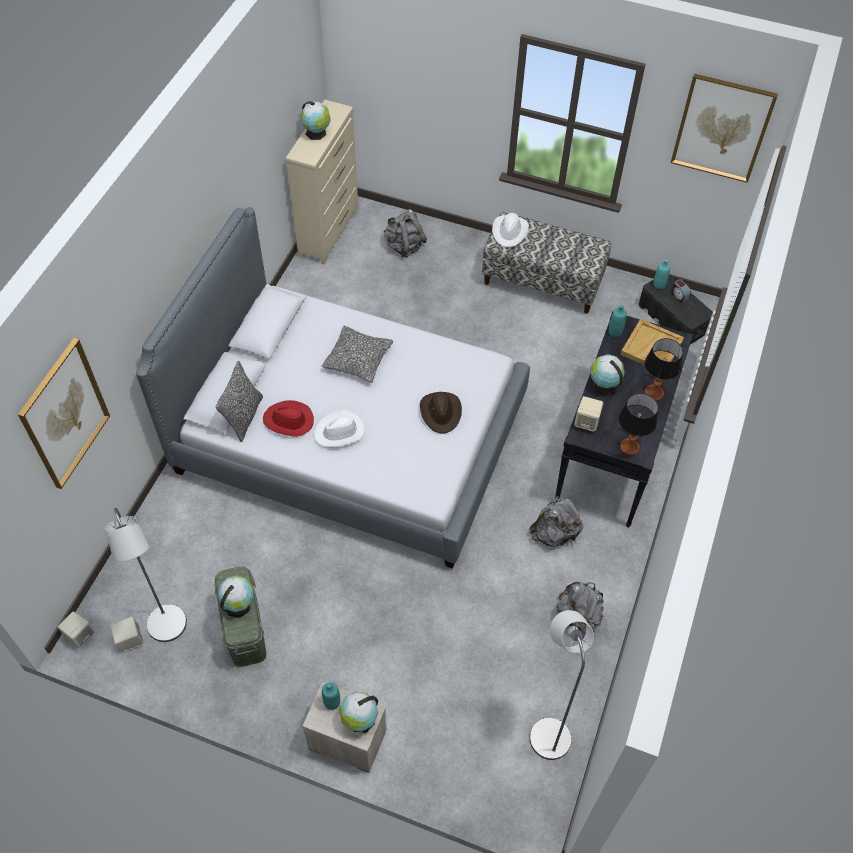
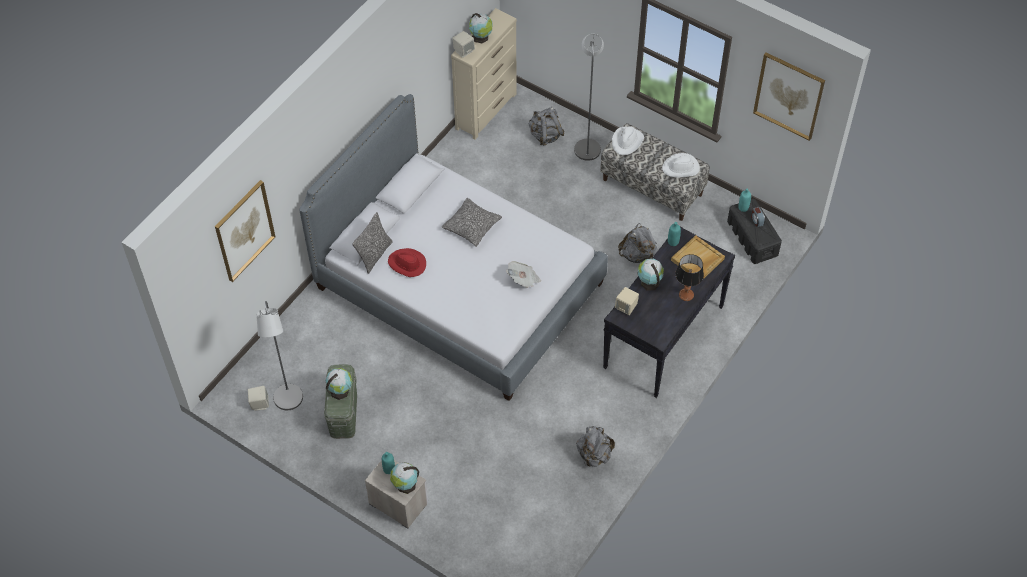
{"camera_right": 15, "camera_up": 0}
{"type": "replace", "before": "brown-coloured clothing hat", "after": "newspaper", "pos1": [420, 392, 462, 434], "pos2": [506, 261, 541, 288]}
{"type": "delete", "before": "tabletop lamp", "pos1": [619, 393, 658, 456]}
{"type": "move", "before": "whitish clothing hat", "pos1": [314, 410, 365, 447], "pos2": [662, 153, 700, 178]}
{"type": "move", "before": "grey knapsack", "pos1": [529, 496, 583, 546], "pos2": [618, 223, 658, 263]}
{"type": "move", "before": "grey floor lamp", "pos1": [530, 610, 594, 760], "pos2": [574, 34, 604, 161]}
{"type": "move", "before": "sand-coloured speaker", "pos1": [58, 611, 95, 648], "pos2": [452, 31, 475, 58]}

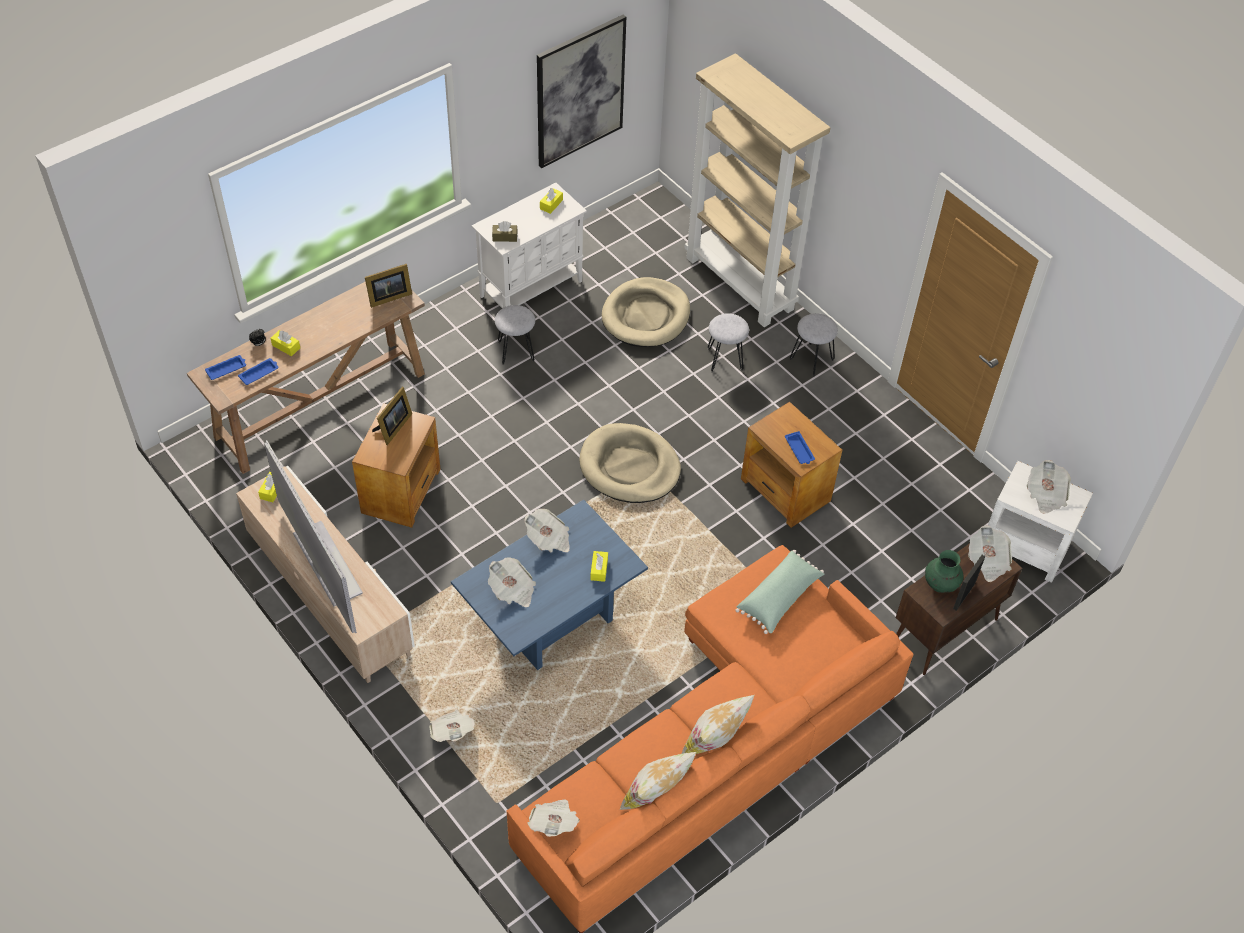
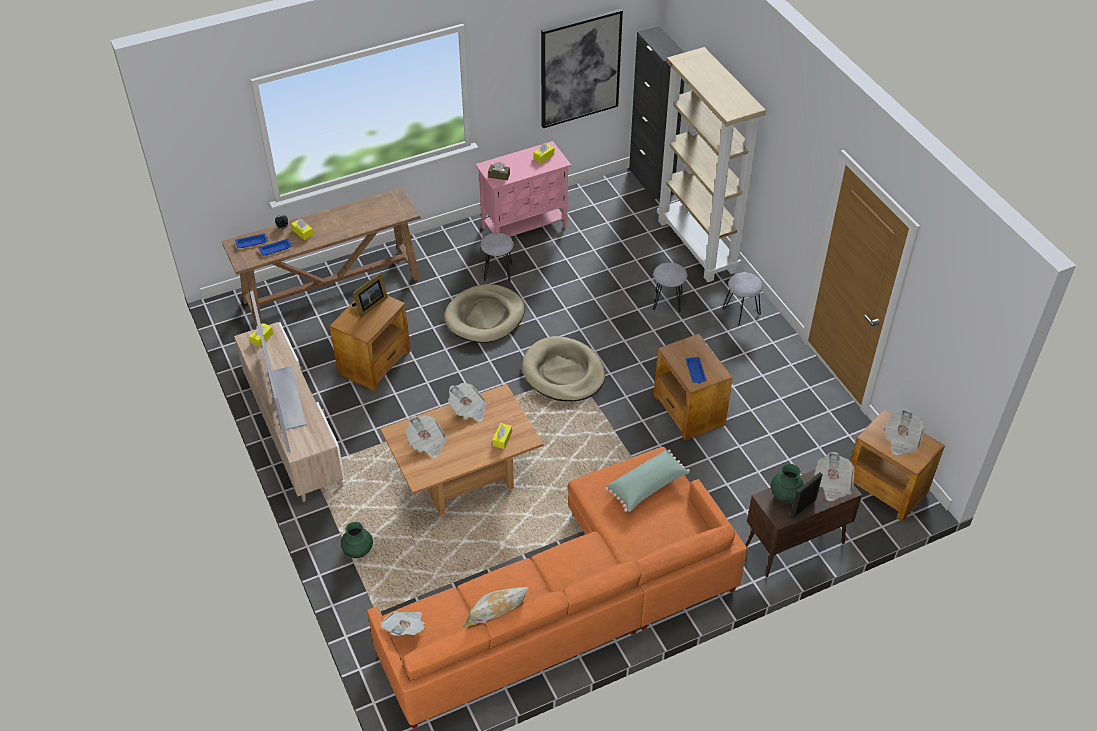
{"camera_right": 15, "camera_up": -5}
{"type": "recolor", "before": "whitish cupboard", "after": "pink-coloured cupboard", "pos1": [472, 183, 587, 308], "pos2": [476, 141, 571, 237]}
{"type": "delete", "before": "photo frame", "pos1": [365, 264, 412, 308]}
{"type": "move", "before": "sand-coloured dog bed", "pos1": [602, 277, 690, 347], "pos2": [444, 284, 525, 343]}
{"type": "recolor", "before": "whitish accent table", "after": "brown-coloured accent table", "pos1": [988, 461, 1093, 583], "pos2": [851, 409, 945, 522]}
{"type": "recolor", "before": "bluish coffee table", "after": "brown-coloured coffee table", "pos1": [451, 499, 648, 670], "pos2": [380, 384, 543, 516]}
{"type": "delete", "before": "pillow", "pos1": [682, 695, 755, 754]}
{"type": "replace", "before": "newspaper", "after": "green-coloured flower vase", "pos1": [429, 709, 475, 742], "pos2": [341, 522, 373, 558]}
{"type": "insert", "after": "blackish cupboard", "pos2": [629, 26, 685, 200]}

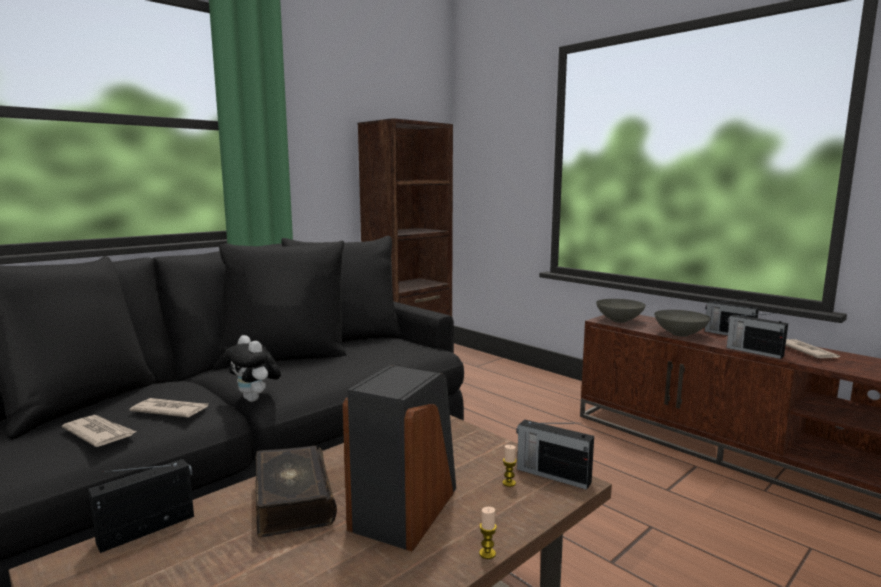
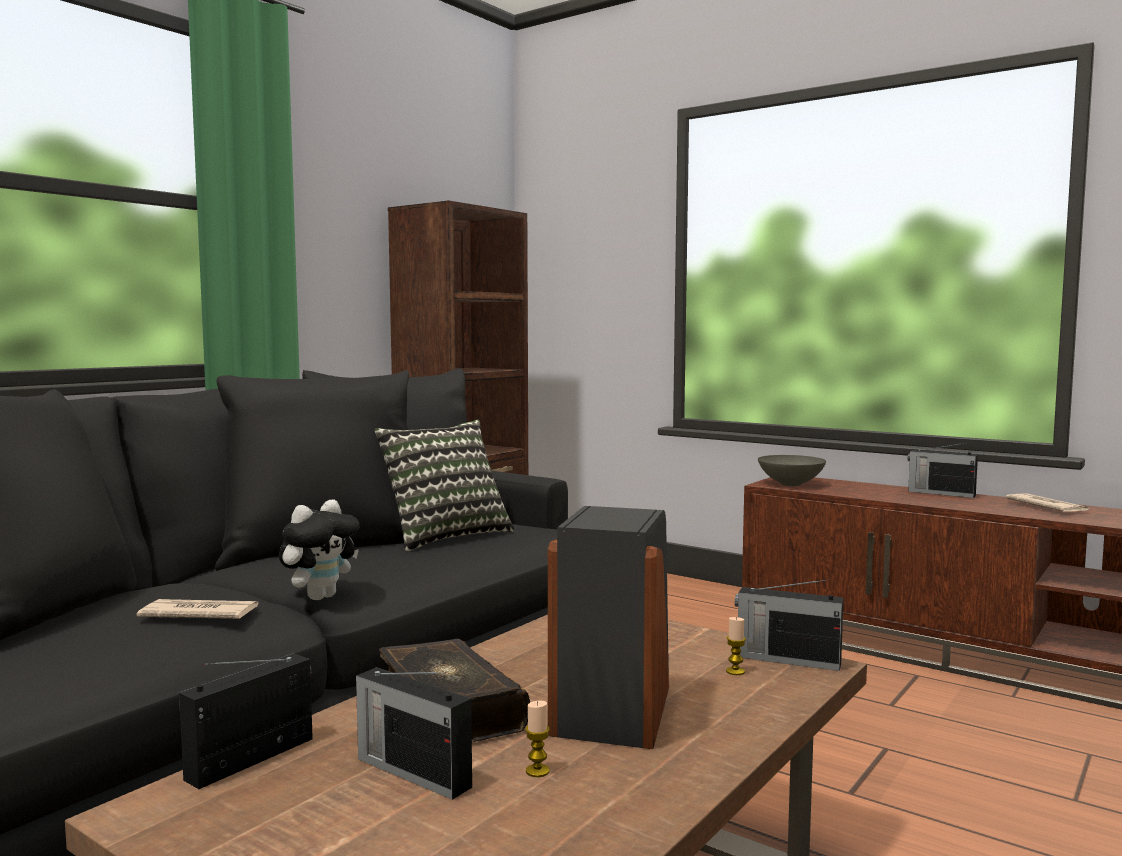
{"camera_right": -10, "camera_up": -5}
{"type": "delete", "before": "grey bowl", "pos1": [654, 310, 711, 337]}
{"type": "move", "before": "radio receiver", "pos1": [726, 313, 788, 359], "pos2": [356, 667, 472, 800]}
{"type": "rotate", "before": "cuddly toy", "pos1": [224, 335, 281, 402], "pos2": [279, 500, 360, 600], "turn": -90}
{"type": "delete", "before": "newspaper", "pos1": [62, 415, 136, 447]}
{"type": "move", "before": "wax candle", "pos1": [479, 507, 497, 559], "pos2": [525, 700, 550, 777]}
{"type": "insert", "after": "pillow", "pos2": [374, 419, 515, 552]}

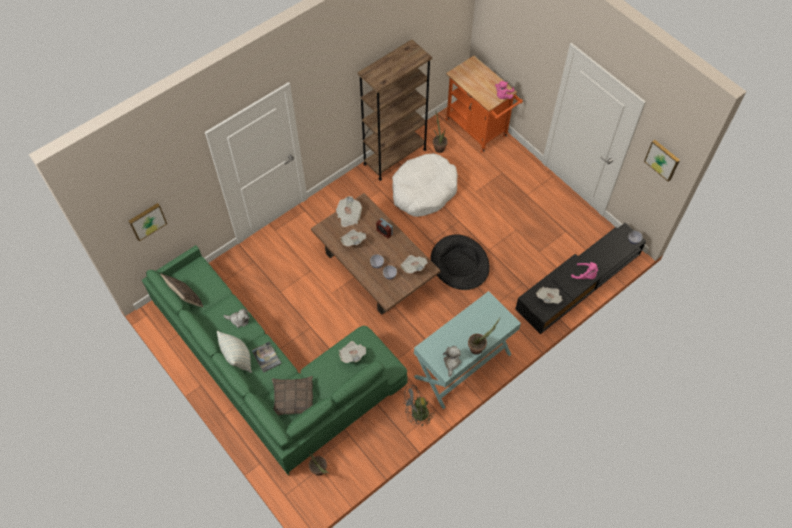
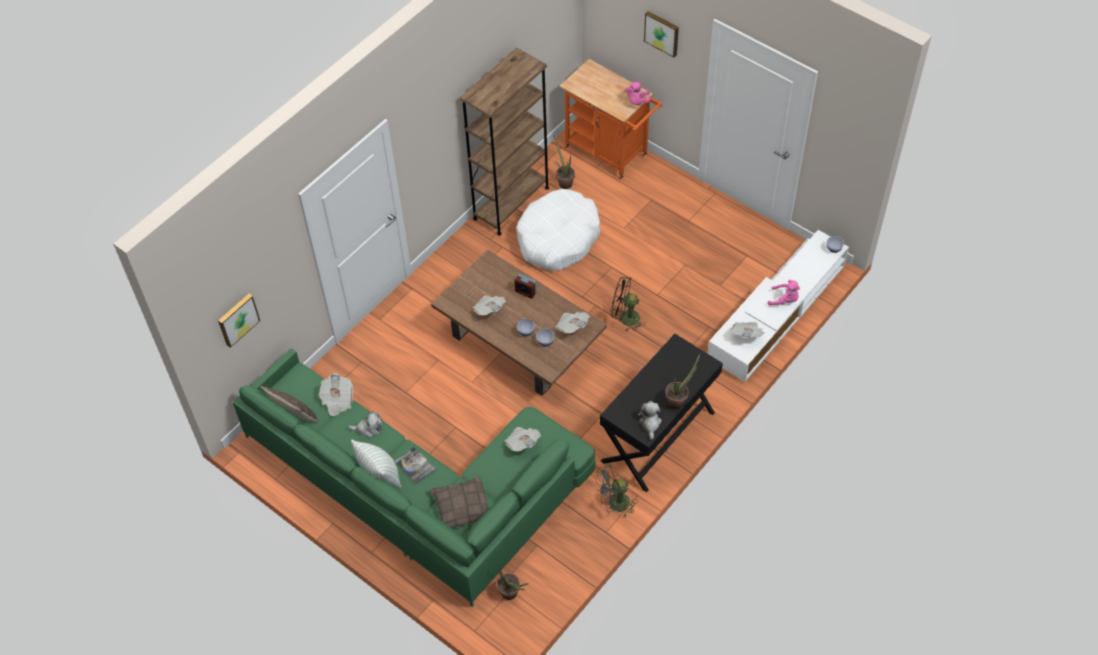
{"camera_right": -10, "camera_up": -5}
{"type": "move", "before": "wall picture", "pos1": [644, 140, 680, 182], "pos2": [644, 11, 679, 57]}
{"type": "move", "before": "newspaper", "pos1": [336, 196, 362, 227], "pos2": [319, 373, 354, 416]}
{"type": "recolor", "before": "blackish media console", "after": "whitish media console", "pos1": [515, 223, 646, 334], "pos2": [707, 230, 849, 382]}
{"type": "replace", "before": "blackish dog bed", "after": "blackish cooling fan", "pos1": [431, 234, 490, 290], "pos2": [611, 277, 645, 331]}
{"type": "recolor", "before": "blue-green narrow table", "after": "blackish narrow table", "pos1": [414, 291, 521, 409], "pos2": [600, 334, 723, 492]}

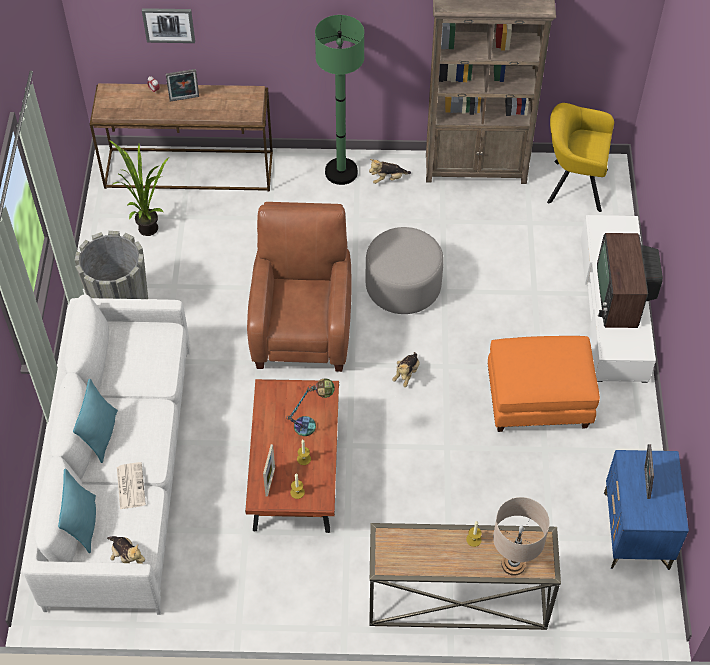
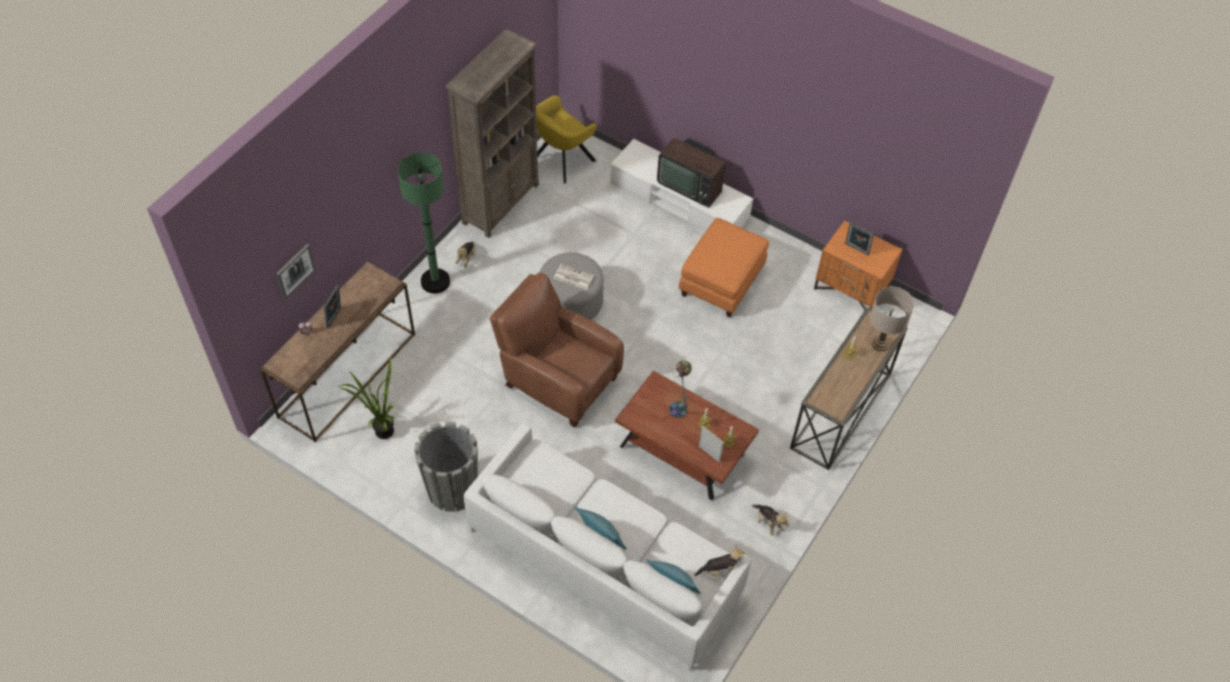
{"camera_right": -60, "camera_up": 0}
{"type": "move", "before": "cuddly toy", "pos1": [392, 352, 420, 387], "pos2": [752, 505, 789, 536]}
{"type": "recolor", "before": "bluish night table", "after": "orange night table", "pos1": [604, 450, 689, 570], "pos2": [814, 221, 903, 310]}
{"type": "move", "before": "newspaper", "pos1": [117, 462, 146, 509], "pos2": [554, 264, 594, 290]}

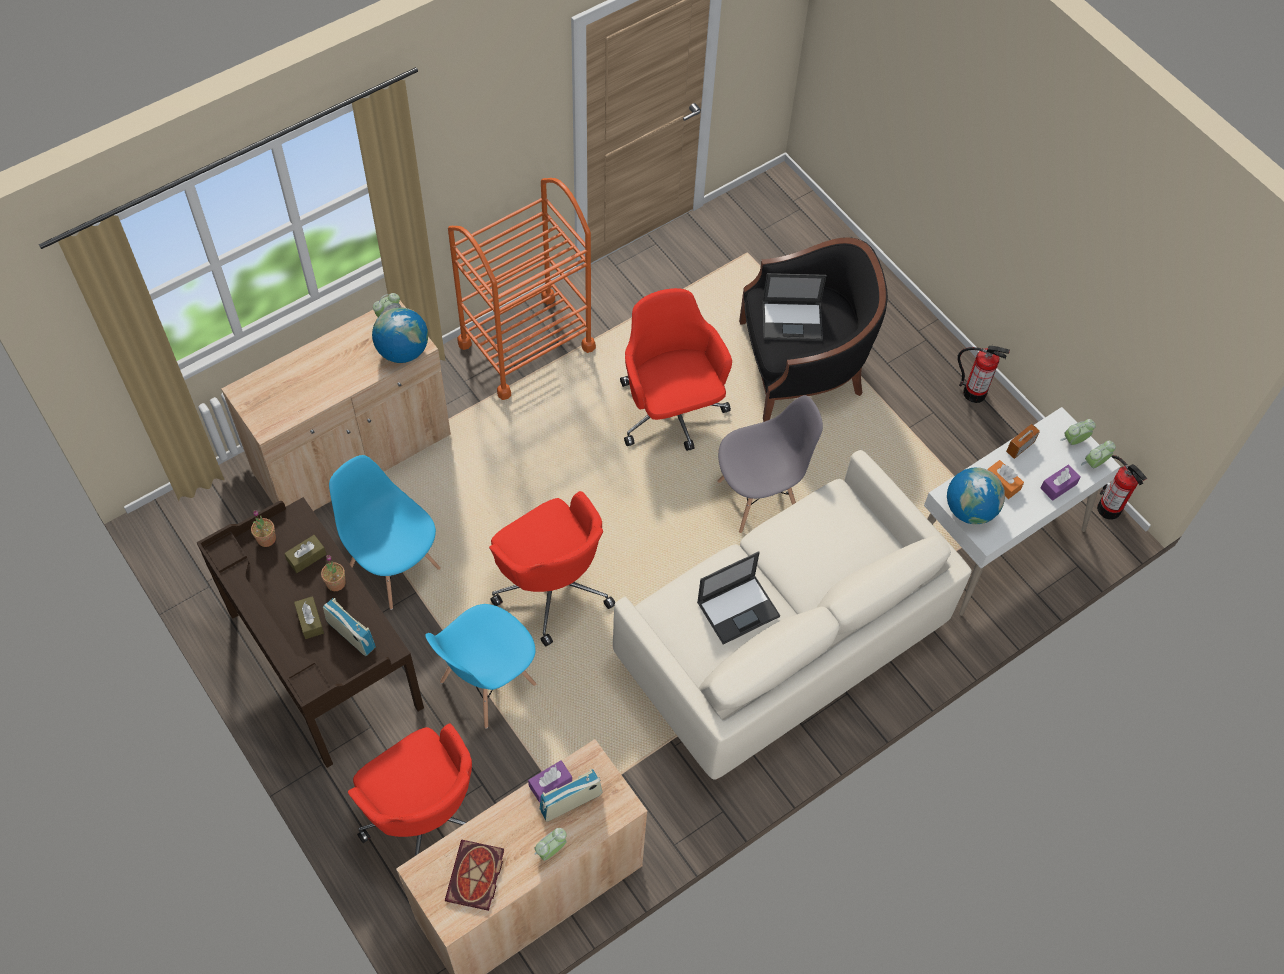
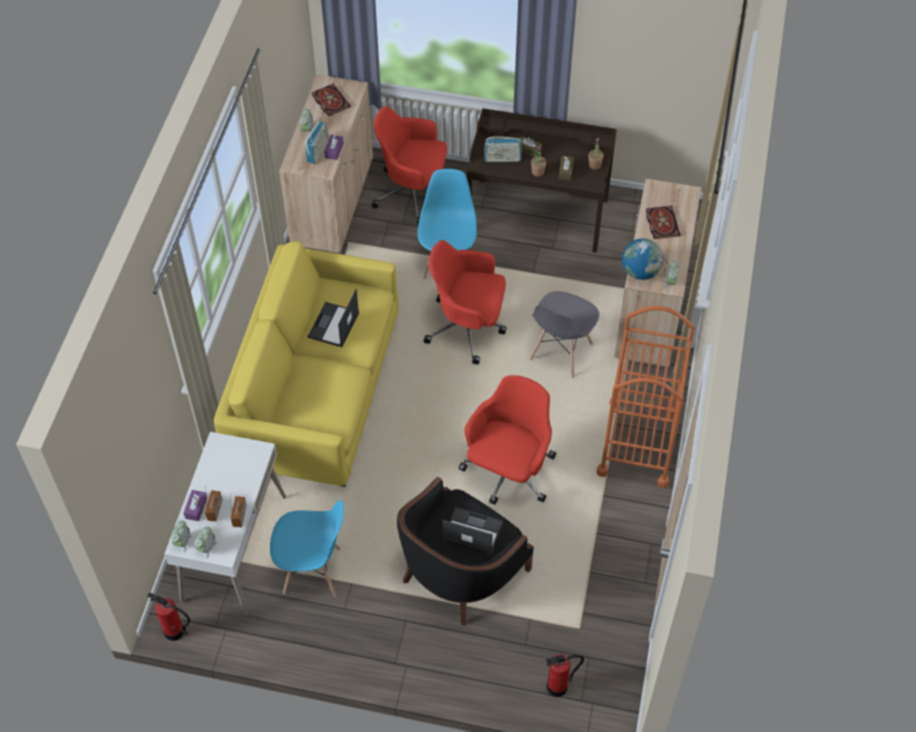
{"camera_right": 140, "camera_up": -5}
{"type": "rotate", "before": "laptop", "pos1": [762, 273, 826, 341], "pos2": [443, 507, 503, 555], "turn": 60}
{"type": "rotate", "before": "reddish desk chair", "pos1": [620, 288, 732, 451], "pos2": [459, 375, 556, 505], "turn": -90}
{"type": "move", "before": "extinguisher", "pos1": [958, 346, 1010, 403], "pos2": [546, 654, 584, 697]}
{"type": "move", "before": "grey upright chair", "pos1": [717, 395, 823, 533], "pos2": [529, 291, 599, 378]}
{"type": "recolor", "before": "whitish sofa", "after": "yellowish sofa", "pos1": [613, 450, 972, 780], "pos2": [214, 241, 399, 487]}
{"type": "move", "before": "bluish upright chair", "pos1": [329, 455, 441, 610], "pos2": [270, 500, 344, 596]}
{"type": "delete", "before": "orange tissue holder", "pos1": [987, 460, 1024, 499]}
{"type": "delete", "before": "world globe", "pos1": [947, 468, 1005, 524]}
{"type": "insert", "after": "book", "pos2": [646, 206, 681, 239]}
{"type": "insert", "after": "radio receiver", "pos2": [205, 487, 222, 522]}

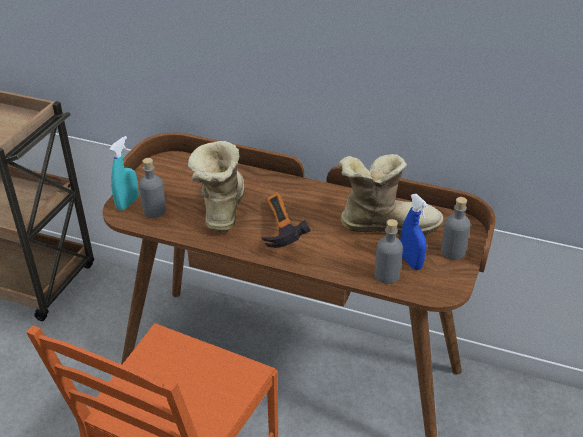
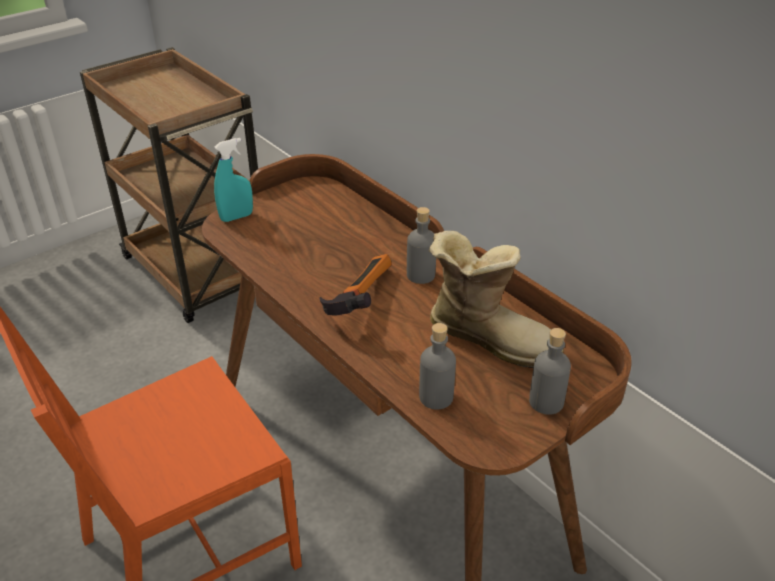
{"camera_right": 30, "camera_up": 0}
{"type": "delete", "before": "high-top boot", "pos1": [188, 141, 244, 232]}
{"type": "move", "before": "grey bottle", "pos1": [139, 158, 166, 218], "pos2": [407, 207, 436, 284]}
{"type": "delete", "before": "bluish spray bottle", "pos1": [400, 194, 429, 270]}

